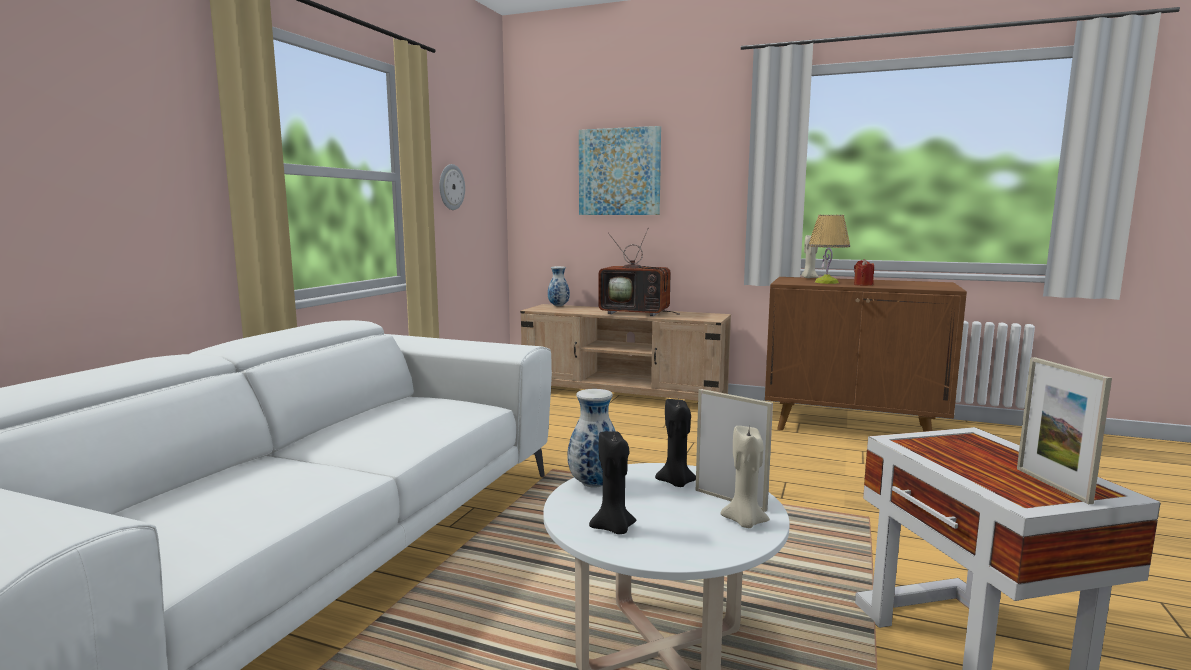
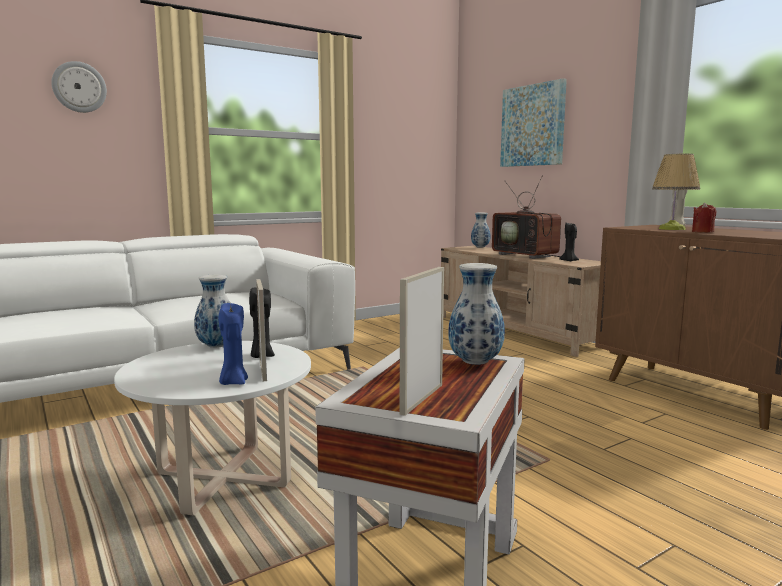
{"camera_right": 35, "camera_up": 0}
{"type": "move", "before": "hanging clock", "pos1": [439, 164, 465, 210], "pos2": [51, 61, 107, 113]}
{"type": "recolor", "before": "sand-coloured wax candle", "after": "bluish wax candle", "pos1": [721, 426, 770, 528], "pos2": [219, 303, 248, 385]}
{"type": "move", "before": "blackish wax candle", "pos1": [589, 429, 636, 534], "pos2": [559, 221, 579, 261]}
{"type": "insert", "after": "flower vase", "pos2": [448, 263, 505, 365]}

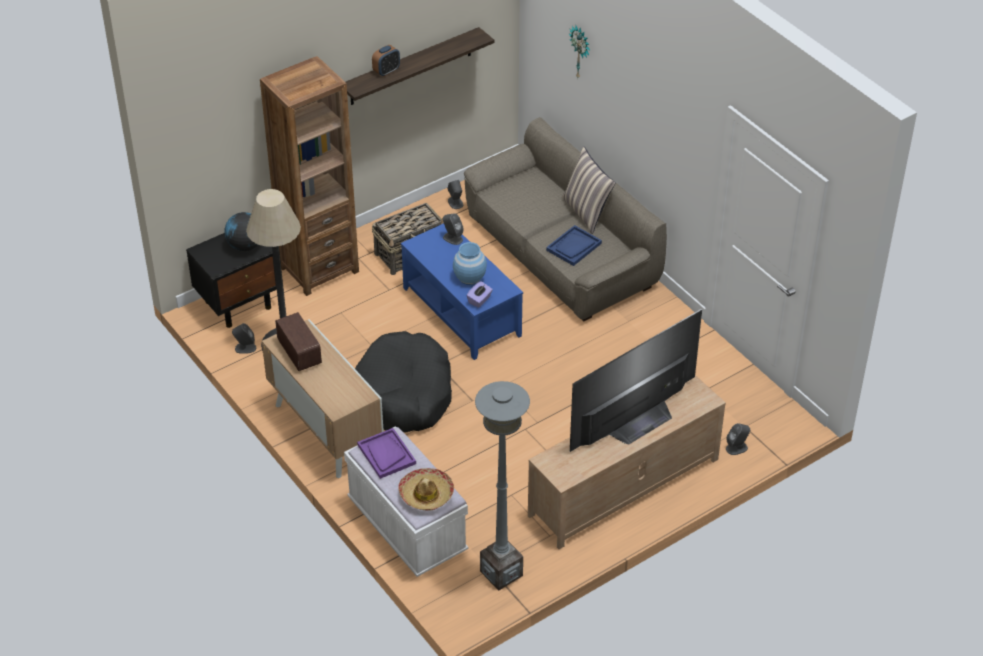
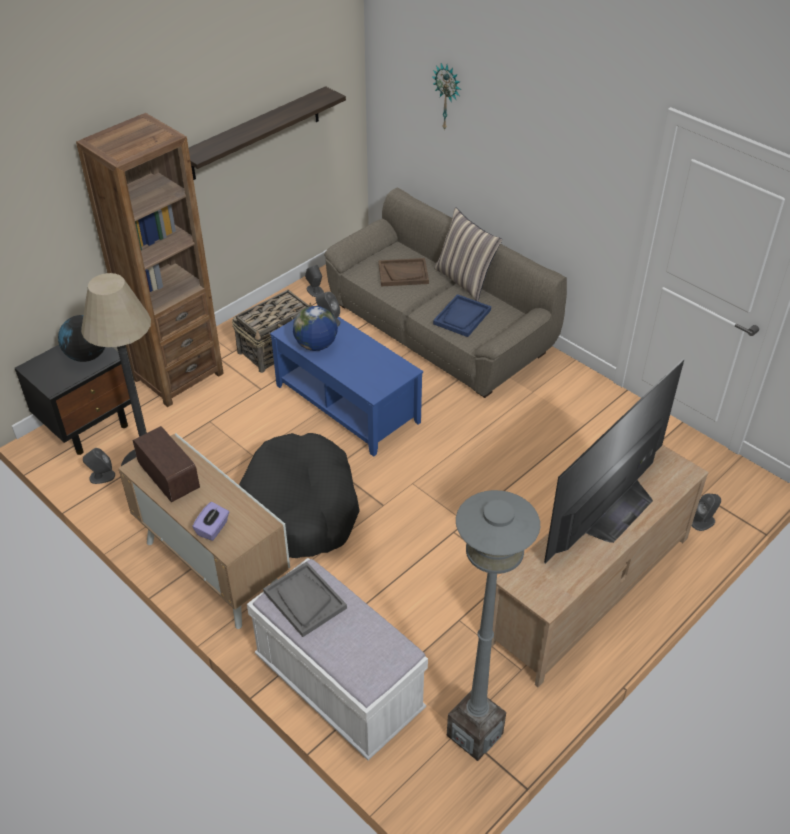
{"camera_right": -10, "camera_up": 0}
{"type": "delete", "before": "table clock", "pos1": [372, 45, 400, 77]}
{"type": "delete", "before": "bluish flower vase", "pos1": [453, 242, 487, 285]}
{"type": "move", "before": "purplish tissue holder", "pos1": [466, 281, 493, 308], "pos2": [192, 502, 229, 541]}
{"type": "recolor", "before": "purplish serving tray", "after": "grey serving tray", "pos1": [357, 428, 416, 479], "pos2": [263, 562, 347, 637]}
{"type": "delete", "before": "clothing hat", "pos1": [398, 468, 454, 511]}
{"type": "insert", "after": "brown-coloured serving tray", "pos2": [378, 258, 429, 286]}
{"type": "insert", "after": "world globe", "pos2": [293, 306, 338, 351]}

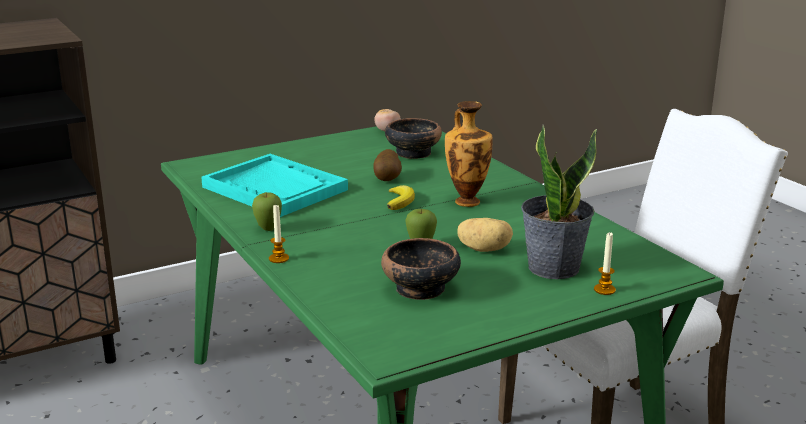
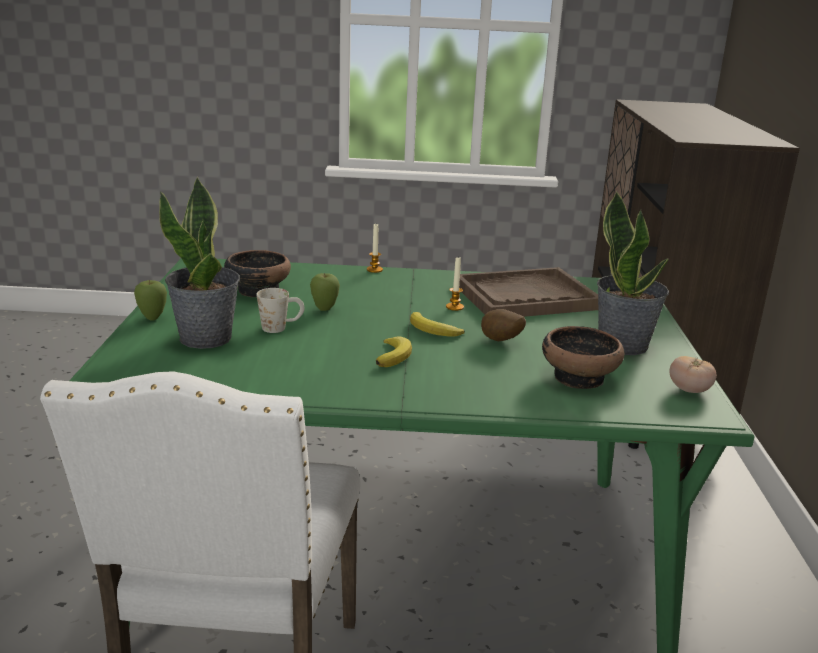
{"camera_right": 120, "camera_up": 0}
{"type": "replace", "before": "flower vase", "after": "banana", "pos1": [445, 101, 492, 207], "pos2": [376, 337, 412, 367]}
{"type": "recolor", "before": "blue-green serving tray", "after": "brown-coloured serving tray", "pos1": [201, 154, 348, 217], "pos2": [459, 267, 599, 317]}
{"type": "move", "before": "apple", "pos1": [252, 192, 282, 231], "pos2": [134, 280, 167, 321]}
{"type": "replace", "before": "whole potato", "after": "whitish mug", "pos1": [457, 218, 513, 252], "pos2": [257, 288, 304, 333]}
{"type": "move", "before": "wax candle", "pos1": [594, 232, 616, 295], "pos2": [446, 256, 464, 311]}
{"type": "insert", "after": "plant in a pot", "pos2": [597, 191, 669, 355]}

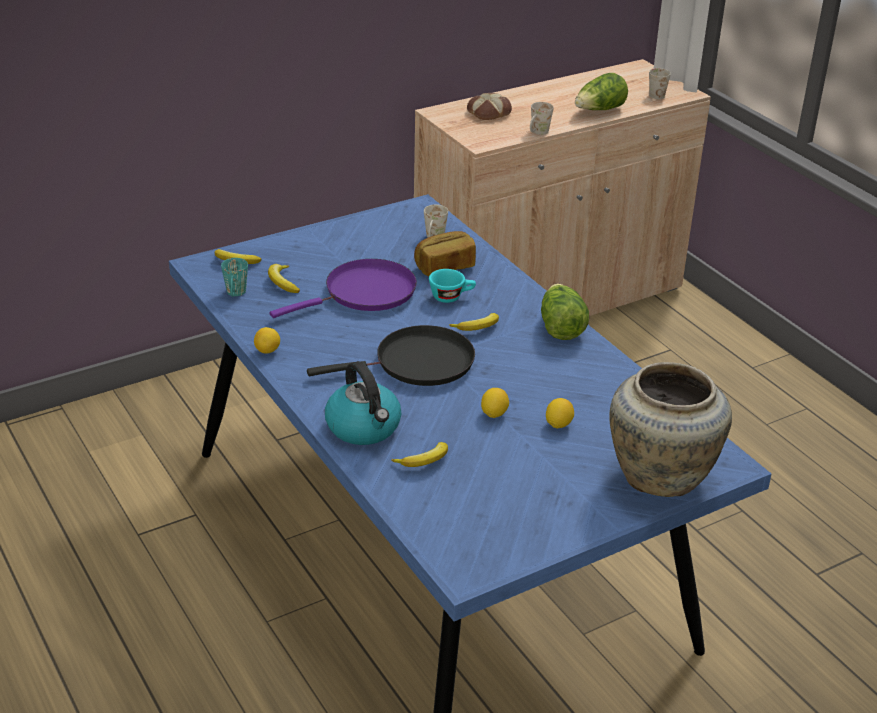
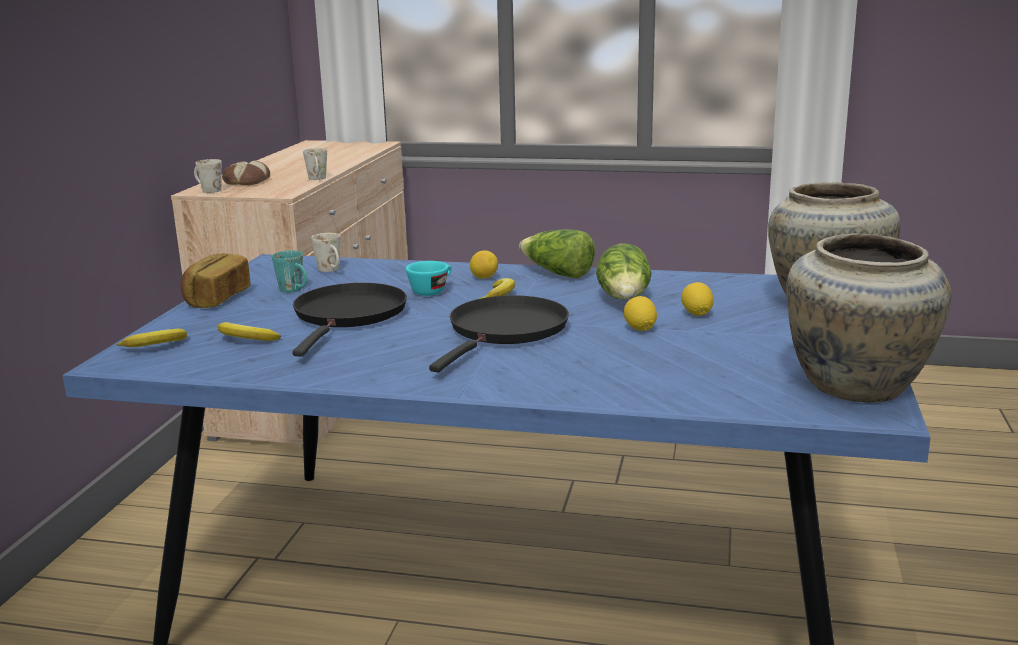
{"camera_right": -45, "camera_up": -15}
{"type": "move", "before": "whitish mug", "pos1": [649, 68, 671, 99], "pos2": [194, 159, 222, 193]}
{"type": "move", "before": "lettuce head", "pos1": [575, 73, 628, 110], "pos2": [596, 243, 652, 300]}
{"type": "move", "before": "baked bread", "pos1": [414, 231, 476, 276], "pos2": [181, 253, 251, 308]}
{"type": "move", "before": "blue-green mug", "pos1": [221, 258, 248, 297], "pos2": [272, 250, 307, 293]}
{"type": "recolor", "before": "purplish pan", "after": "blackish pan", "pos1": [270, 259, 417, 318], "pos2": [292, 283, 407, 356]}
{"type": "move", "before": "lemon", "pos1": [254, 327, 280, 354], "pos2": [470, 250, 498, 279]}
{"type": "delete", "before": "tea kettle", "pos1": [325, 361, 401, 445]}
{"type": "delete", "before": "banana", "pos1": [391, 442, 448, 467]}
{"type": "insert", "after": "sand-coloured flower vase", "pos2": [786, 233, 951, 402]}

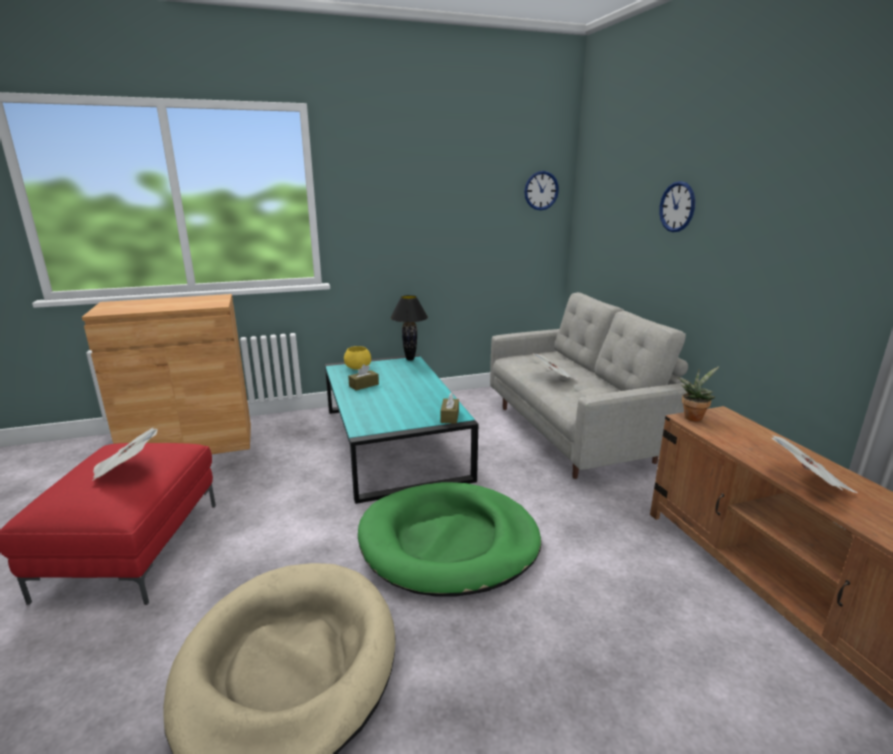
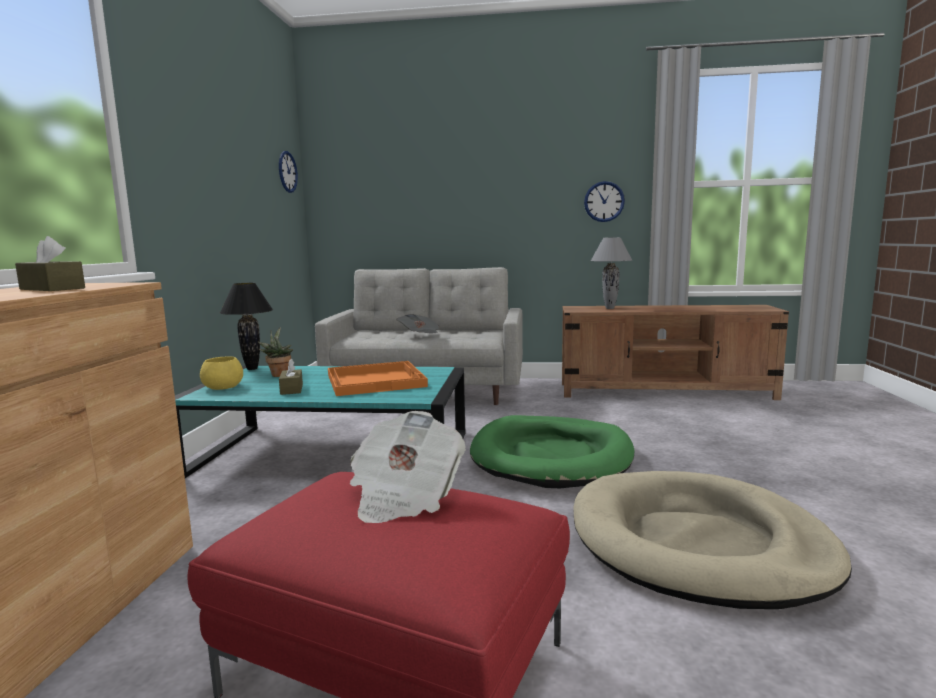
{"camera_right": -65, "camera_up": -10}
{"type": "move", "before": "hanging clock", "pos1": [659, 181, 695, 232], "pos2": [584, 181, 625, 222]}
{"type": "move", "before": "plant in a pot", "pos1": [678, 366, 719, 421], "pos2": [258, 327, 293, 377]}
{"type": "move", "before": "brown-coloured tissue holder", "pos1": [440, 393, 459, 424], "pos2": [15, 236, 85, 291]}
{"type": "delete", "before": "newspaper", "pos1": [771, 435, 857, 493]}
{"type": "insert", "after": "grey tabletop lamp", "pos2": [591, 237, 632, 309]}
{"type": "insert", "after": "orange serving tray", "pos2": [328, 361, 428, 396]}

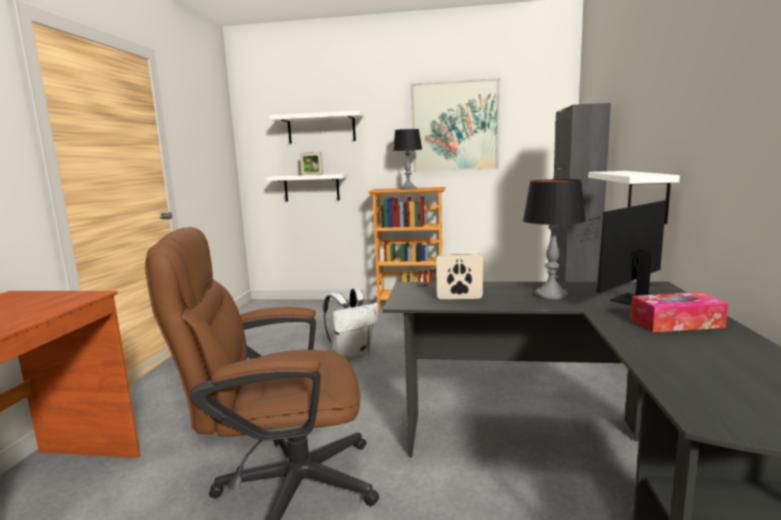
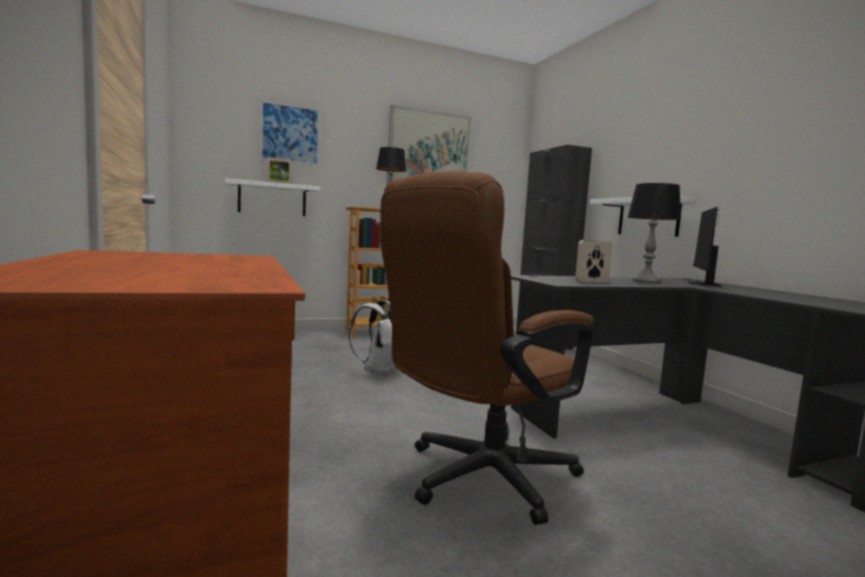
{"camera_right": -30, "camera_up": -5}
{"type": "replace", "before": "whitish shelf", "after": "wall picture", "pos1": [269, 111, 364, 144], "pos2": [260, 100, 320, 166]}
{"type": "delete", "before": "tissue holder", "pos1": [630, 292, 728, 332]}

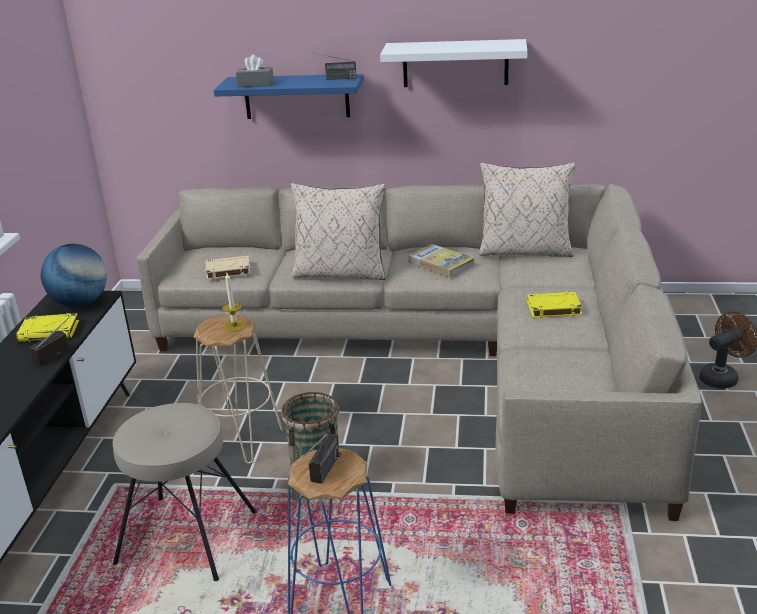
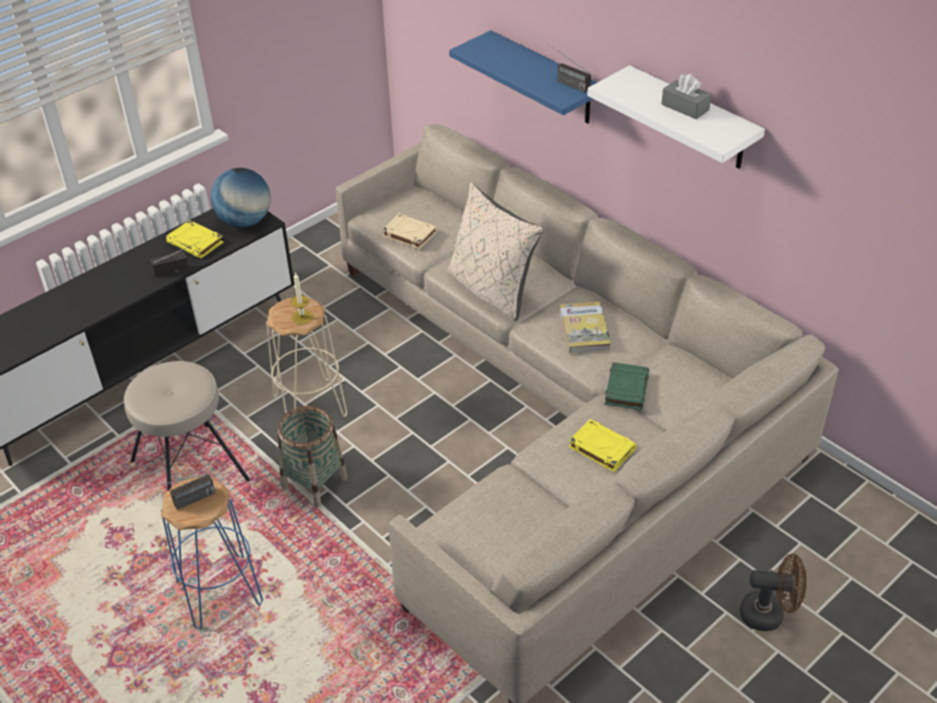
{"camera_right": 40, "camera_up": 15}
{"type": "move", "before": "grey tissue holder", "pos1": [236, 55, 274, 87], "pos2": [661, 74, 711, 119]}
{"type": "delete", "before": "sand-coloured pillow", "pos1": [479, 163, 576, 257]}
{"type": "insert", "after": "green-coloured book", "pos2": [605, 362, 649, 410]}

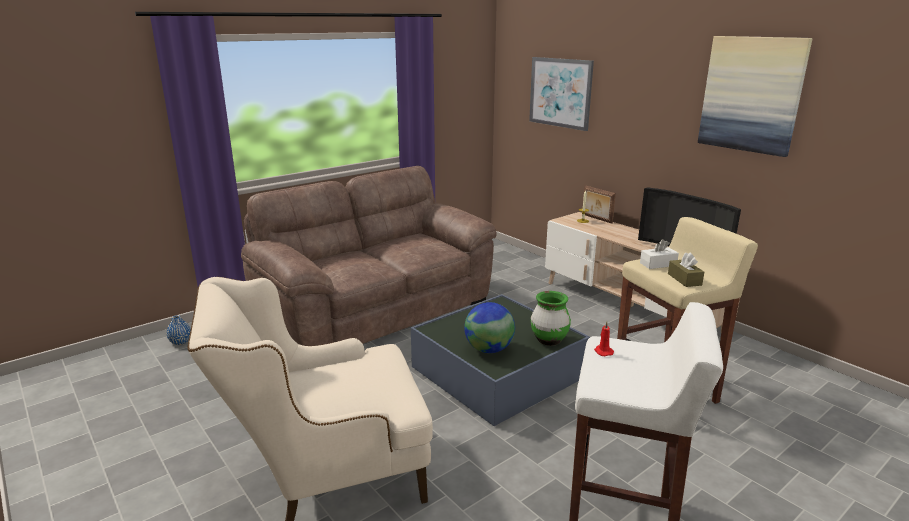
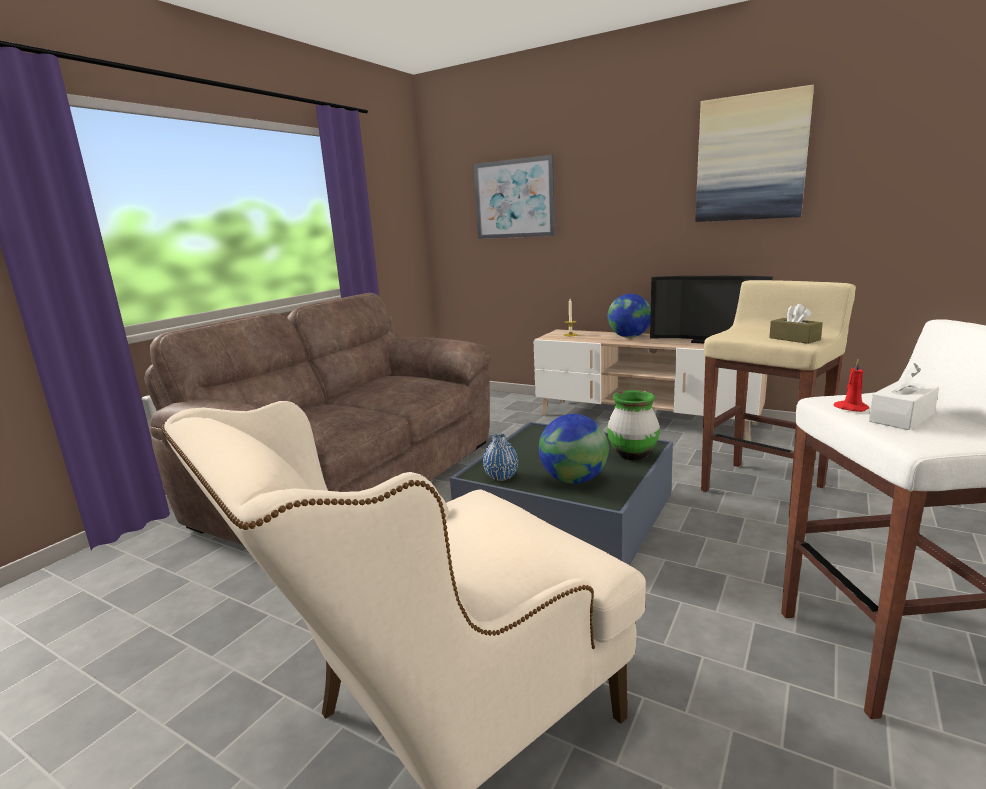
{"camera_right": -20, "camera_up": -5}
{"type": "delete", "before": "photo frame", "pos1": [583, 185, 616, 224]}
{"type": "move", "before": "whitish tissue holder", "pos1": [640, 239, 679, 269], "pos2": [868, 363, 939, 430]}
{"type": "move", "before": "bluish flower vase", "pos1": [167, 315, 191, 345], "pos2": [483, 433, 518, 481]}
{"type": "insert", "after": "world globe", "pos2": [607, 294, 651, 338]}

